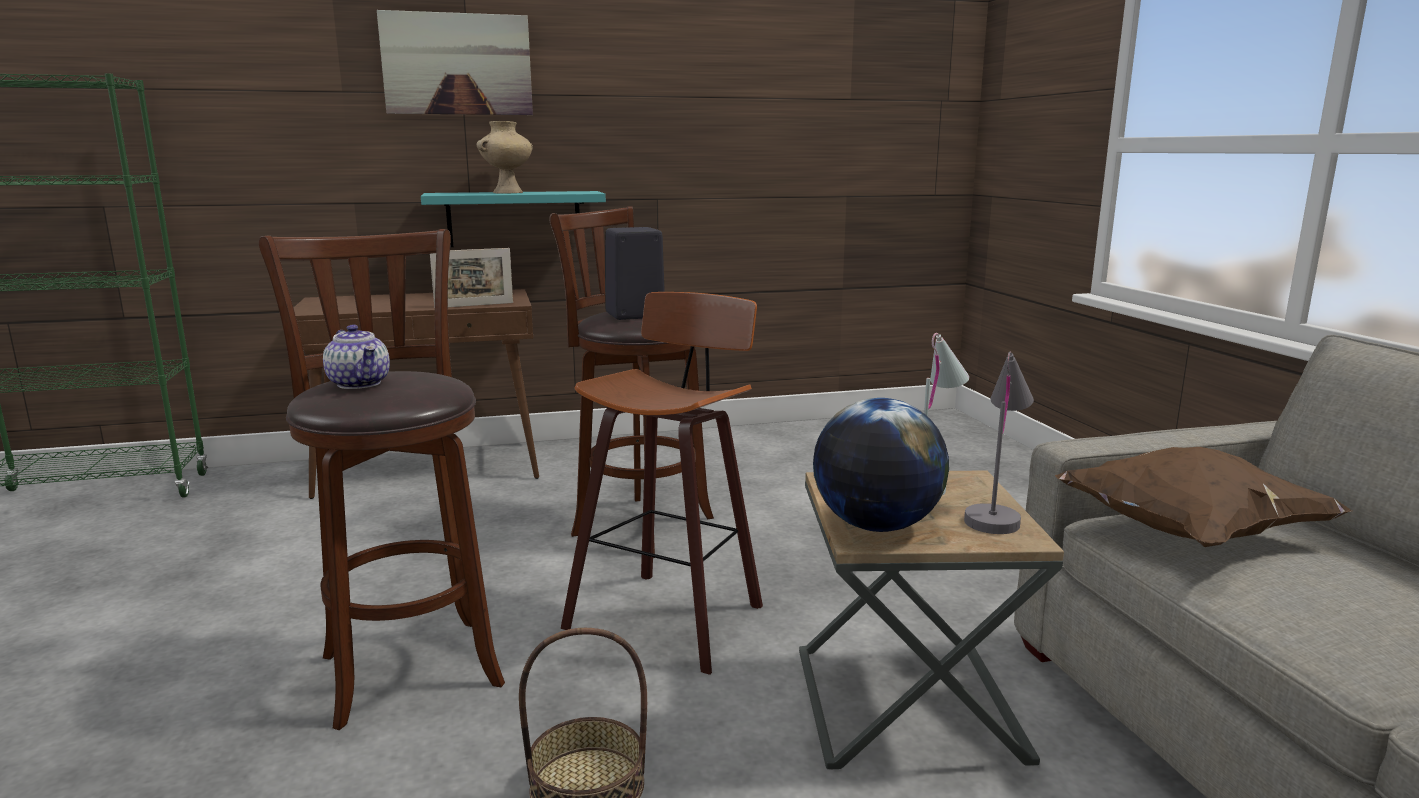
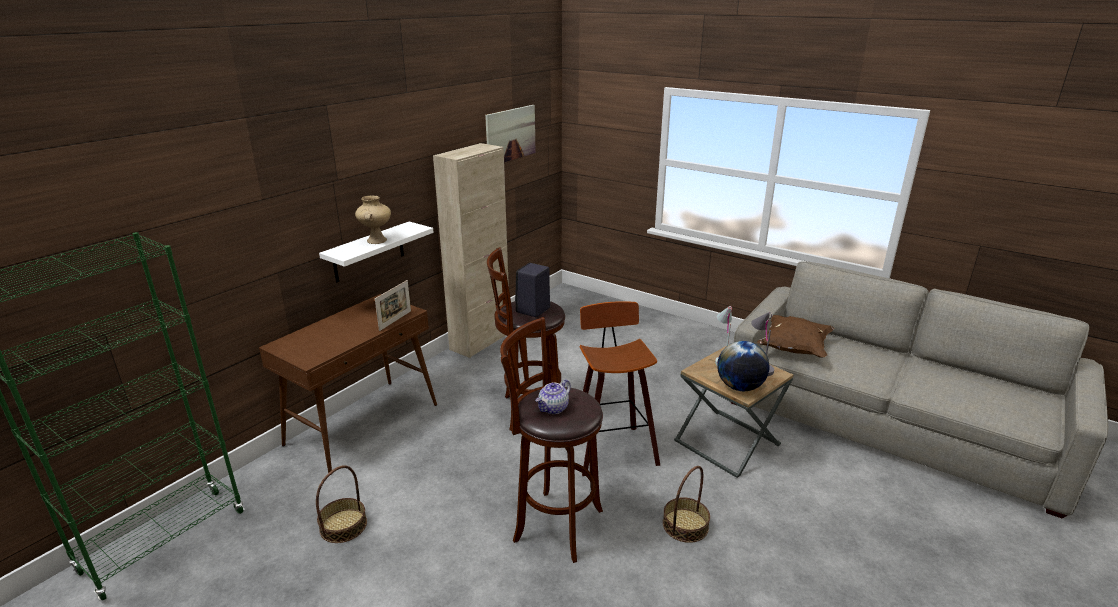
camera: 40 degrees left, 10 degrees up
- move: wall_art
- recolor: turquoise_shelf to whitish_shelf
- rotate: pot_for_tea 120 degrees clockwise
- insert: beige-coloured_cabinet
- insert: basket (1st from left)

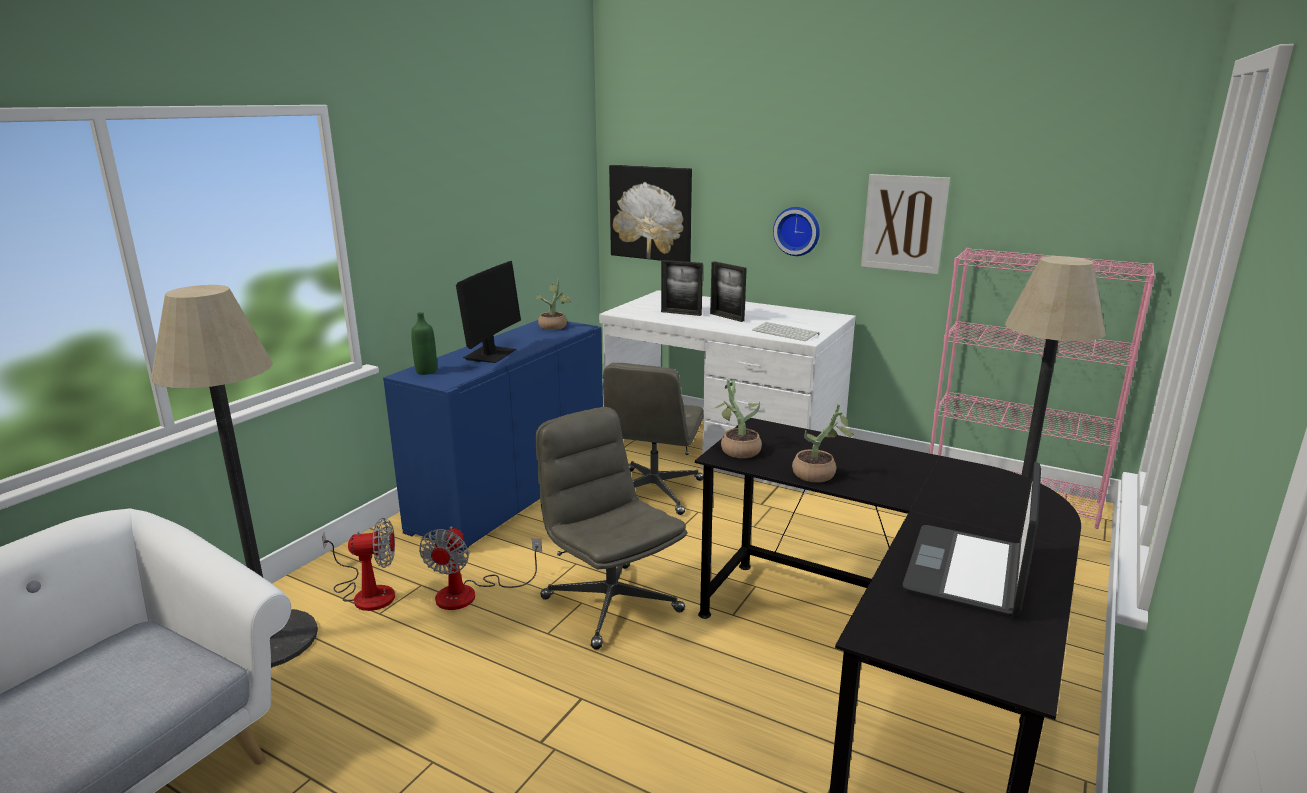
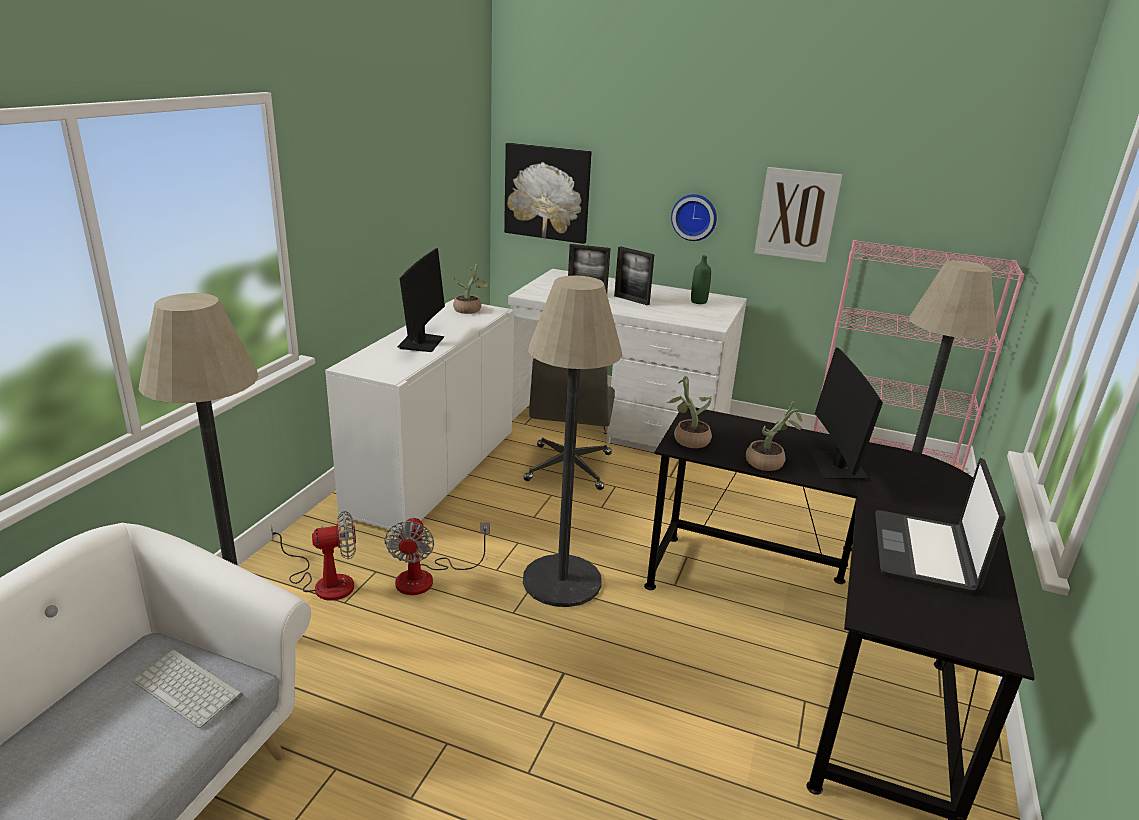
camera: 10 degrees left, 5 degrees up
- move: green_drink_bottle
- recolor: blue-coloured_cabinet to whitish_cabinet
- move: PC_keyboard
- replace: greyish_desk_chair (1st from left) to floor_lamp (2nd from left)
- insert: monitor (2nd from left)

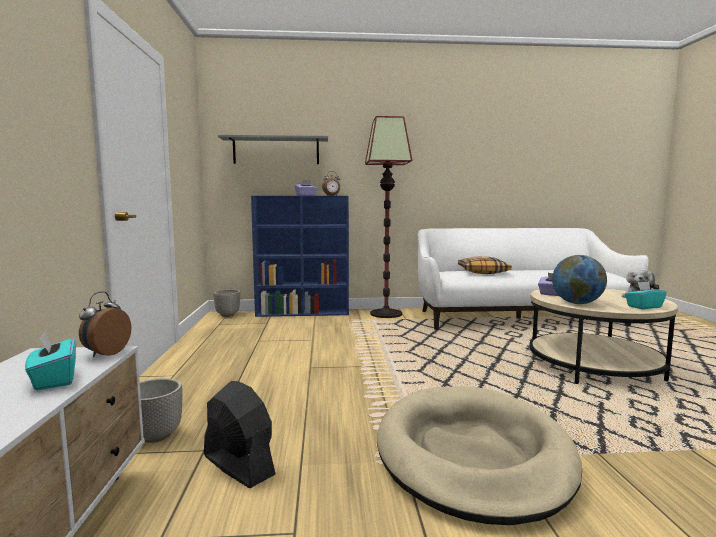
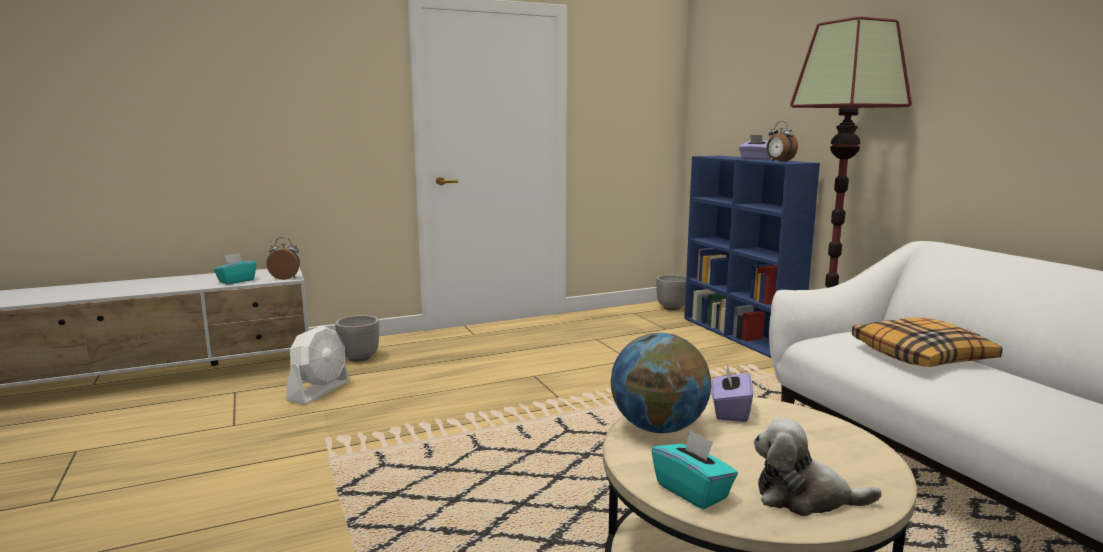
camera: 70 degrees right, 5 degrees up
- delete: greyish_shelf
- recolor: black_fan to whitish_fan
- delete: beige-coloured_pet_bed

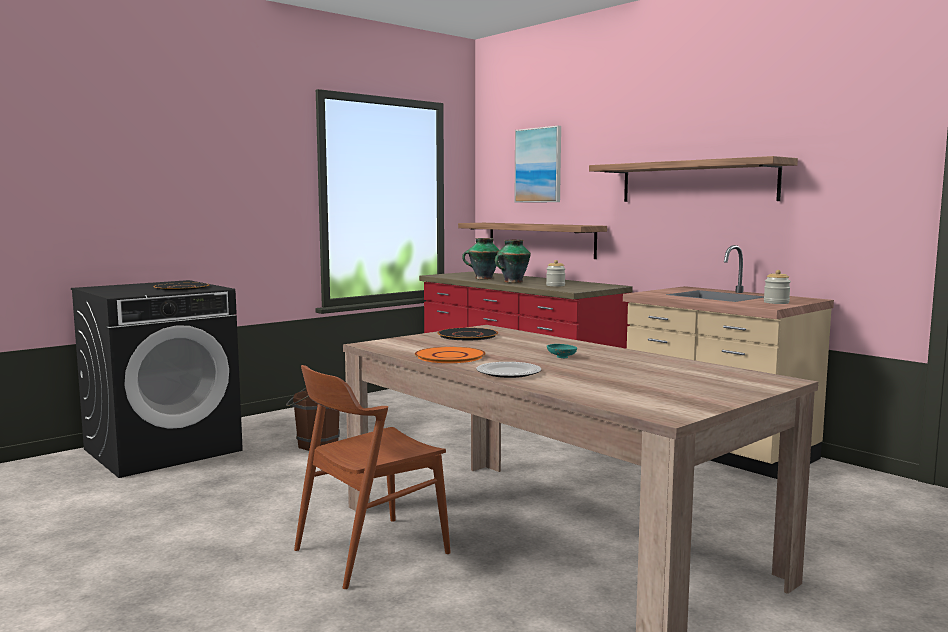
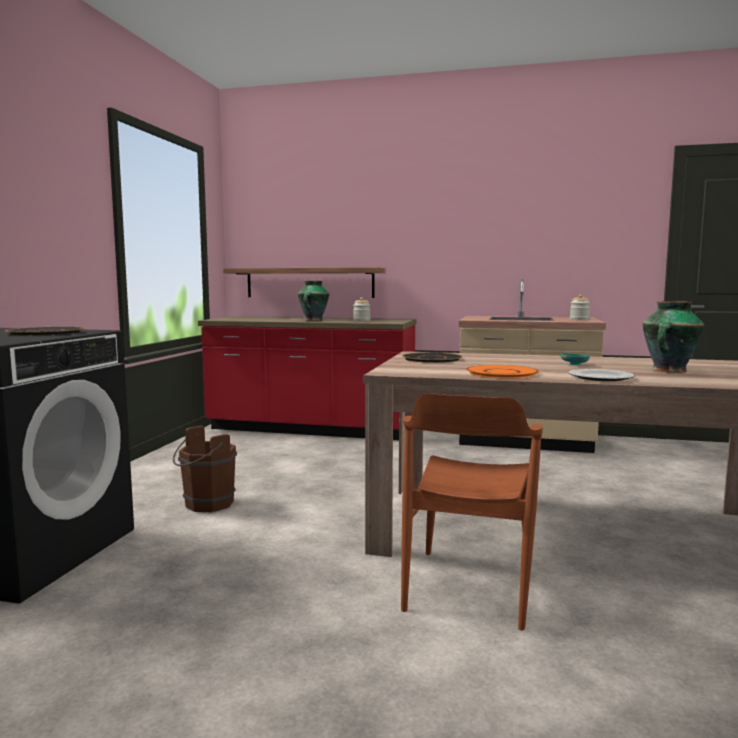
camera: 35 degrees left, 0 degrees up
- delete: wall_art
- delete: shelf (2nd from left)
- move: flower_vase (1st from left in the first image) to flower_vase (2nd from left)

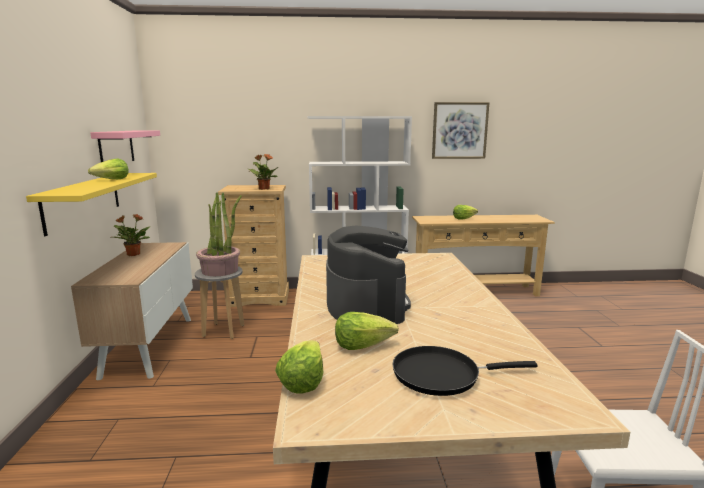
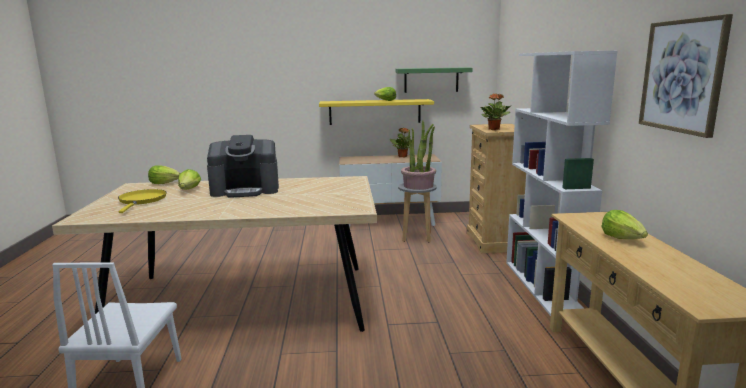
camera: 90 degrees right, 0 degrees up
- recolor: pink_shelf to green_shelf
- recolor: black_skillet to yellow_skillet

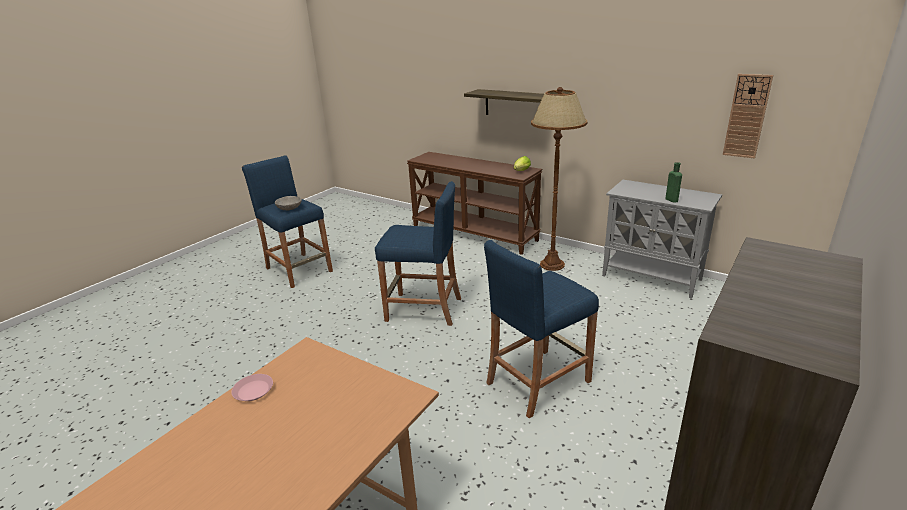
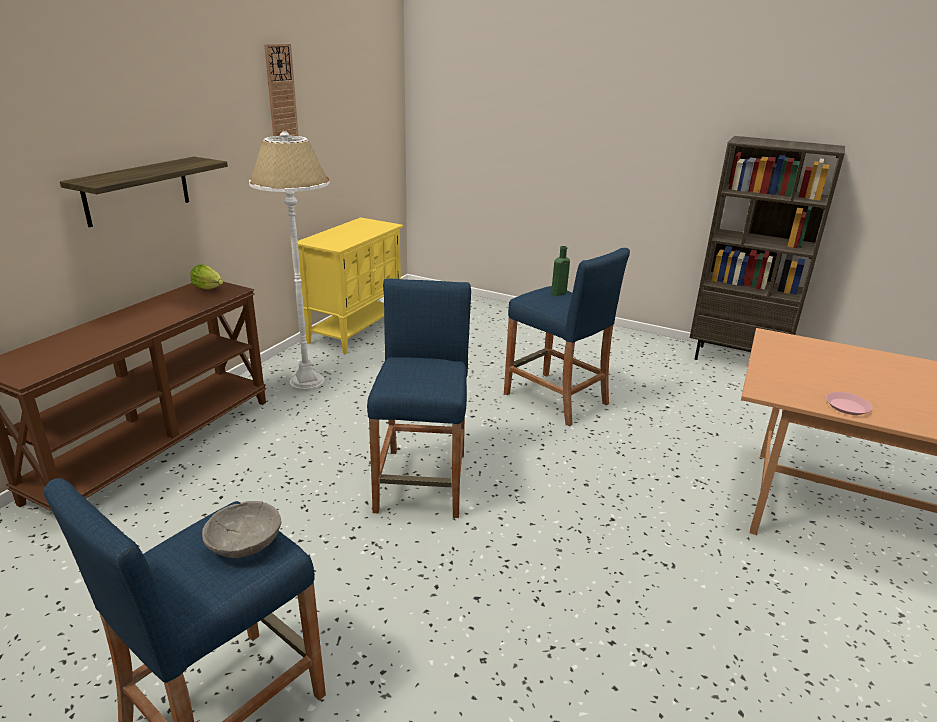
camera: 100 degrees left, 0 degrees up
- move: clock_on_the_wall
- recolor: brown_floor_lamp to whitish_floor_lamp
- move: green_drink_bottle
- recolor: greyish_cabinet to yellow_cabinet

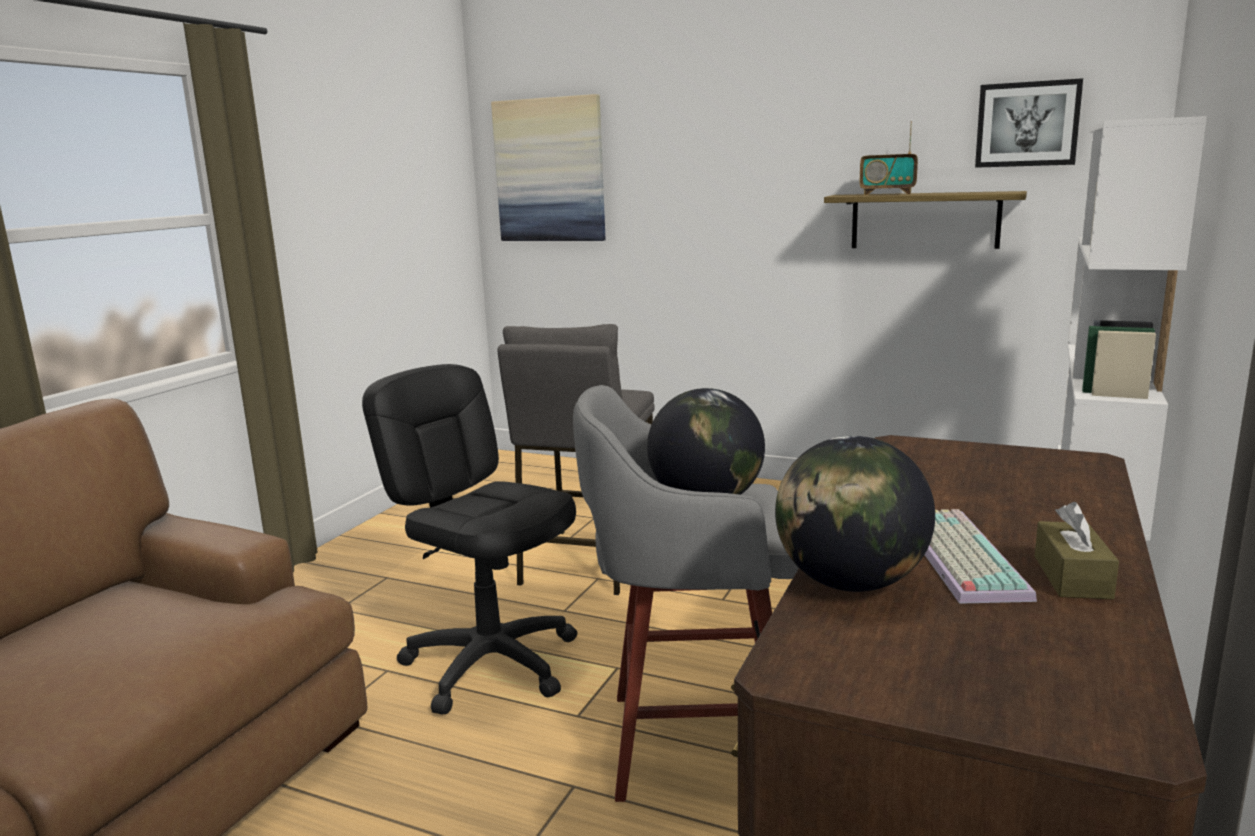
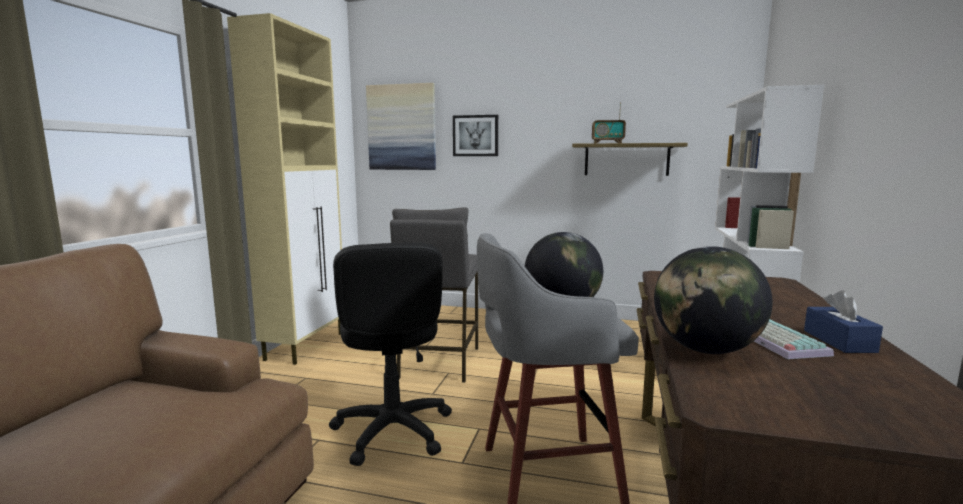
camera: 10 degrees left, 5 degrees down
- move: wall_art (2nd from left)
- rotate: black_desk_chair 135 degrees counterclockwise
- recolor: brown_tissue_holder to blue-coloured_tissue_holder
- insert: beige-coloured_cabinet

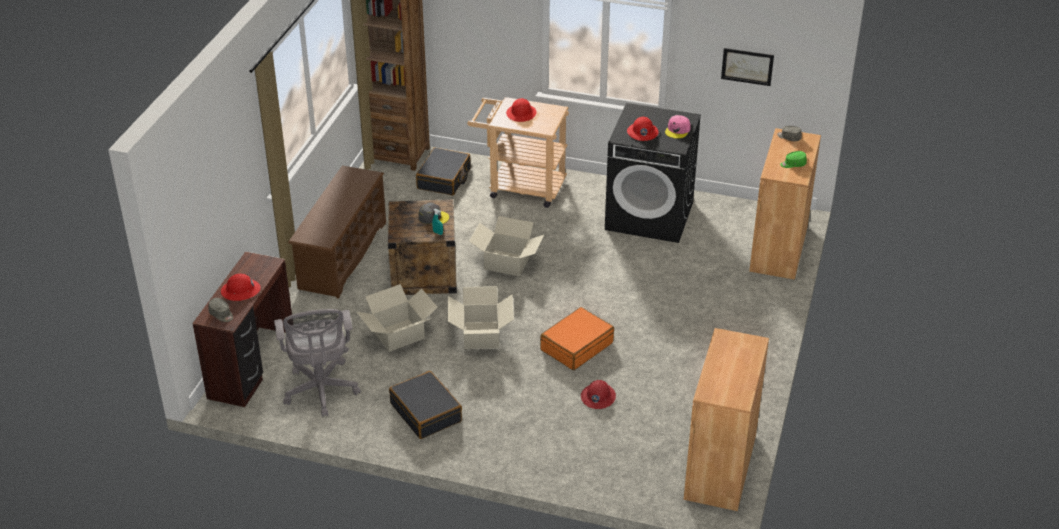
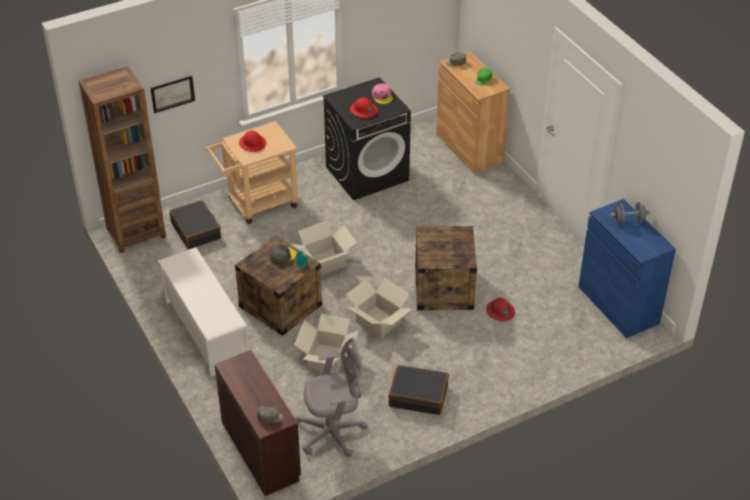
camera: 45 degrees left, 5 degrees up
- move: wall_art
- recolor: brown_shoe_rack to whitish_shoe_rack
- delete: reddish_work_helmet (1st from left)
- replace: orange-coloured_piece_of_luggage to shipping_crate (2nd from left)
- rotate: greyish_desk_chair 45 degrees counterclockwise
- recolor: brown_cabinet (1st from left) to blue-coloured_cabinet
- insert: greyish_free_weight

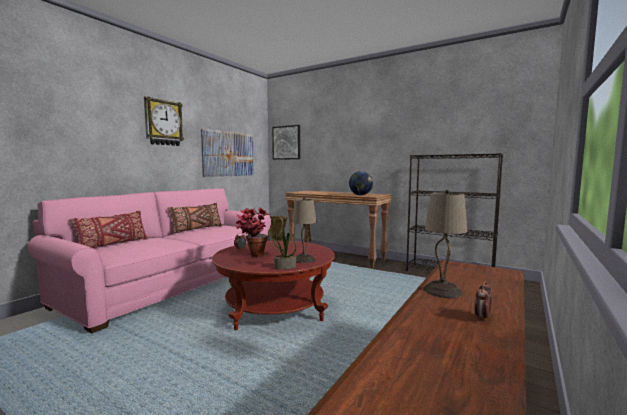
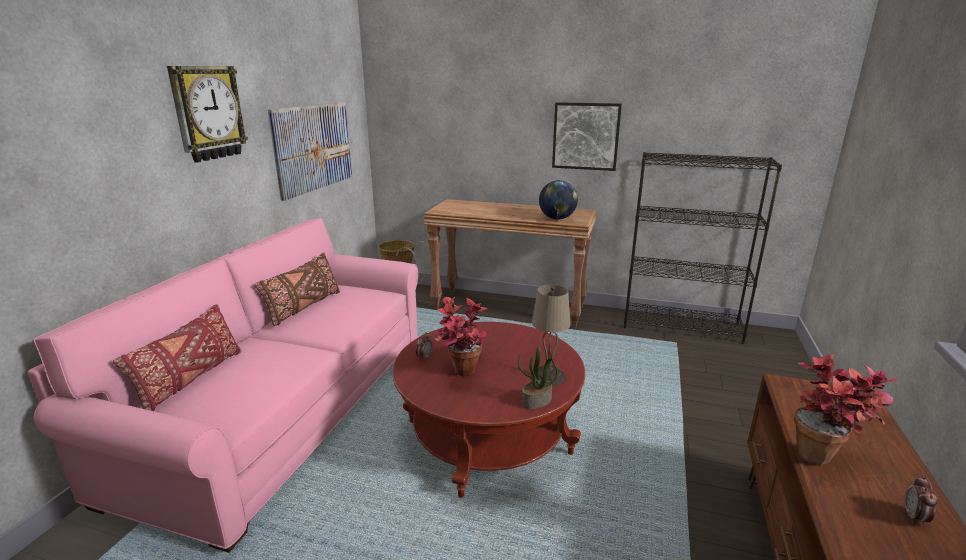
camera: 15 degrees left, 15 degrees up
- move: wall_art (2nd from left)
- replace: beige-coloured_tabletop_lamp (2nd from left) to potted_plant (3rd from left)

